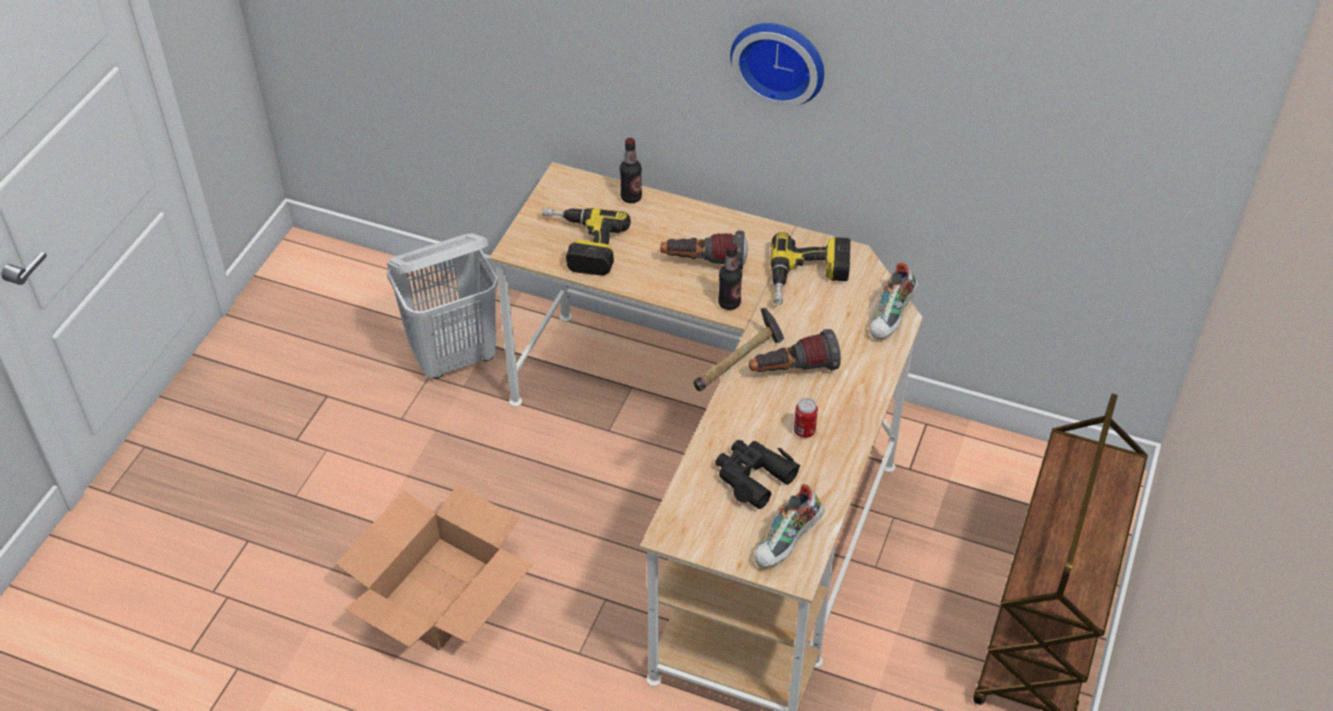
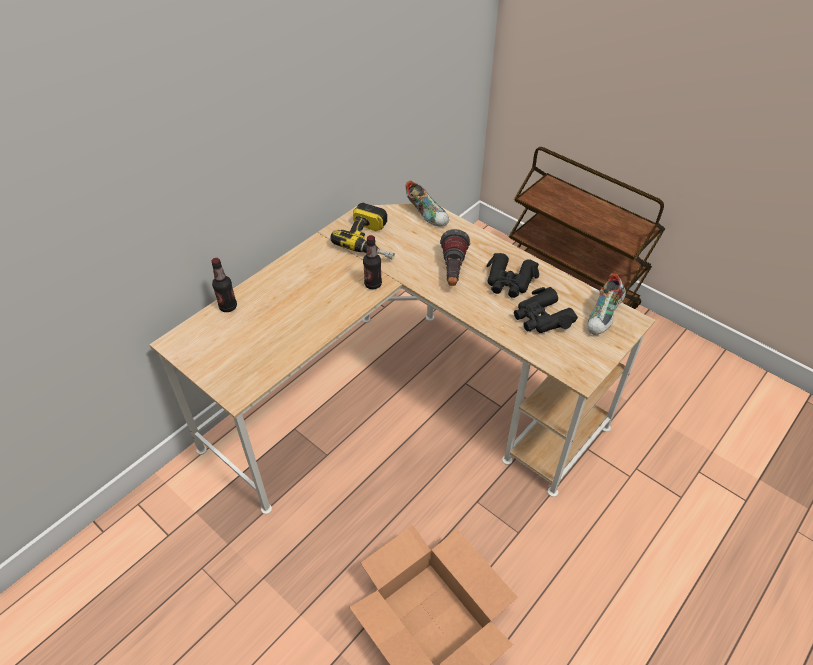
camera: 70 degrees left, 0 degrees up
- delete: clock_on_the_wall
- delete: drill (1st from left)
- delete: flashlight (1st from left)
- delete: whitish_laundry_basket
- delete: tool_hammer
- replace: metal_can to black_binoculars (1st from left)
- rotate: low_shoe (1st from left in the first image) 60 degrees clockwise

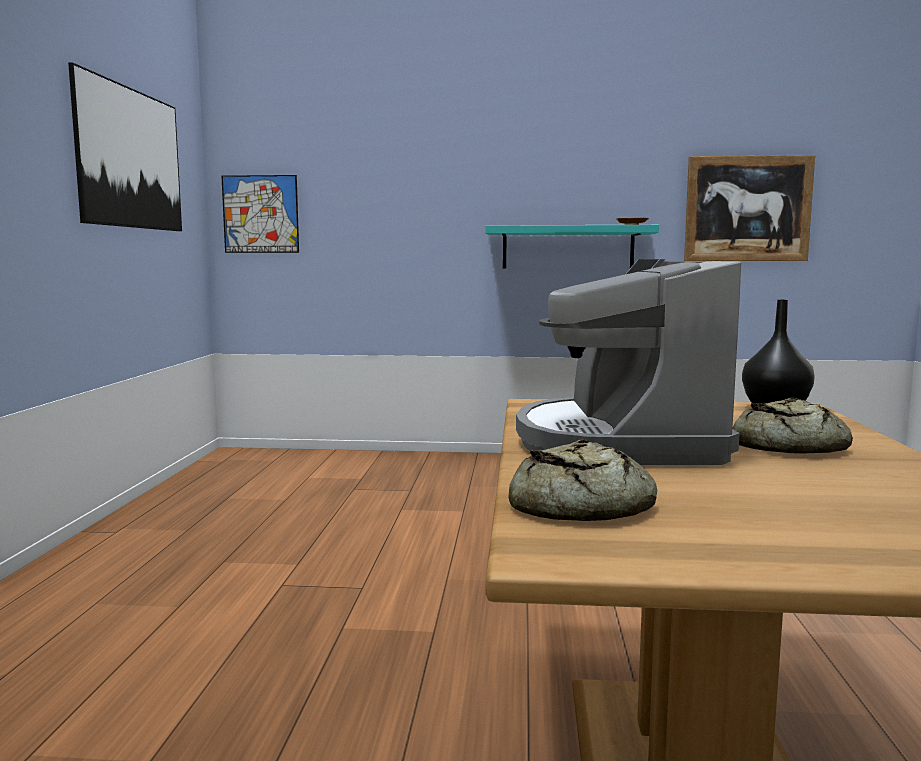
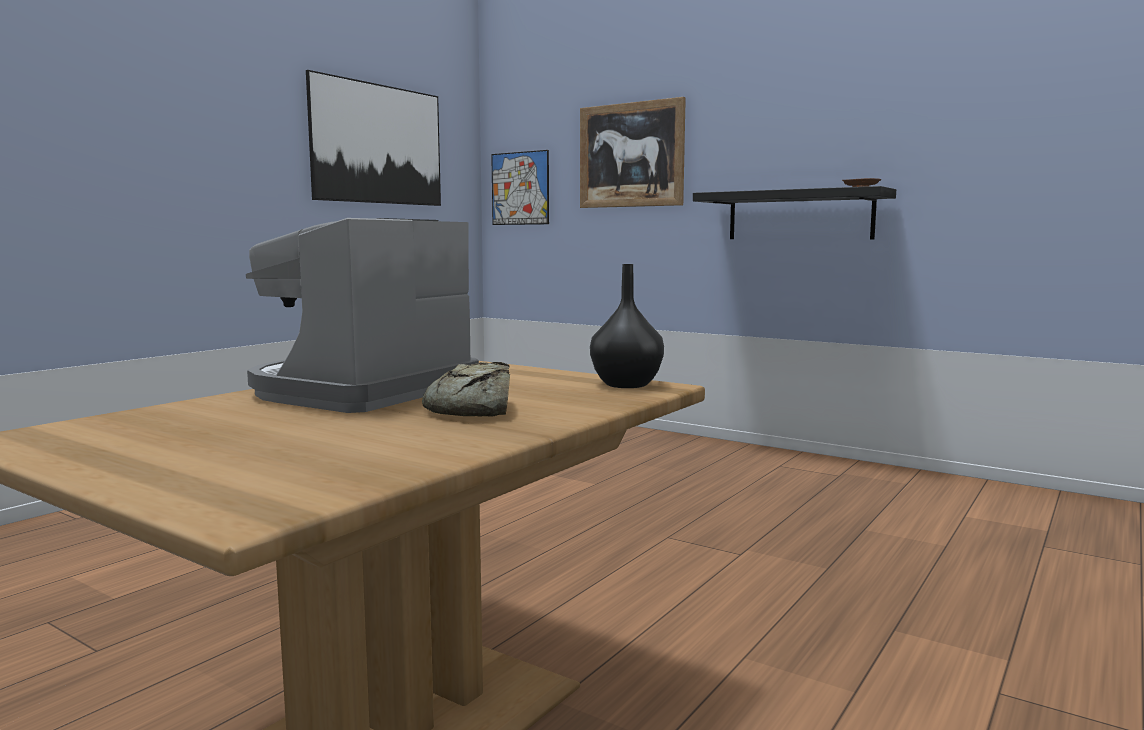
camera: 30 degrees right, 0 degrees up
- move: wall_art (3rd from left)
- recolor: turquoise_shelf to black_shelf
- delete: baked_bread (1st from left)

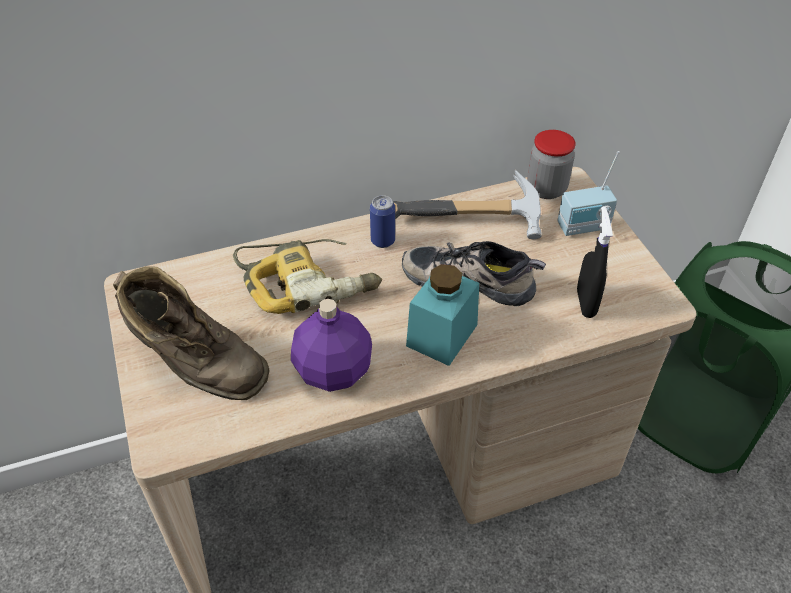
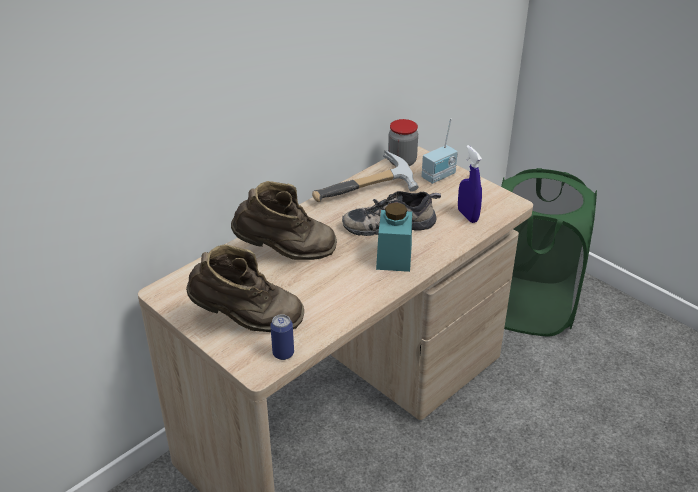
camera: 25 degrees left, 10 degrees down
- move: metal_can
- recolor: black_hand_sprayer to blue-coloured_hand_sprayer
- replace: drill to brown_tall_boot (2nd from left)
- delete: purple-coloured_drink_bottle

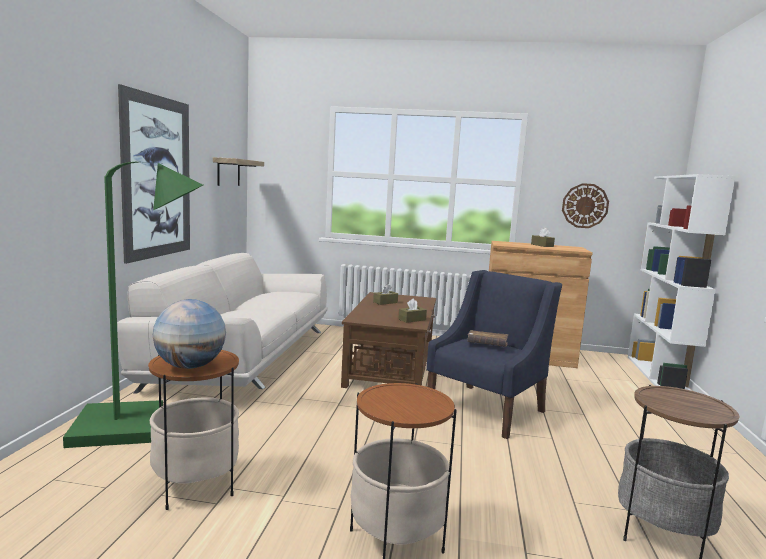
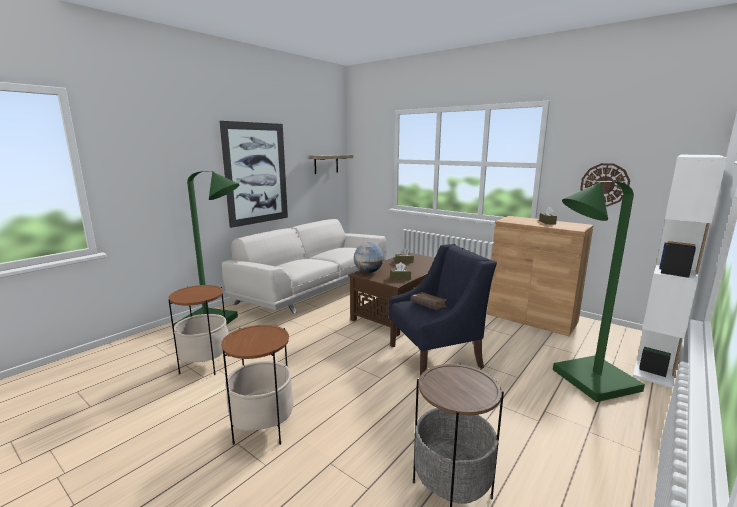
camera: 30 degrees right, 5 degrees up
- move: desk_globe
- insert: green_floor_lamp (2nd from left)

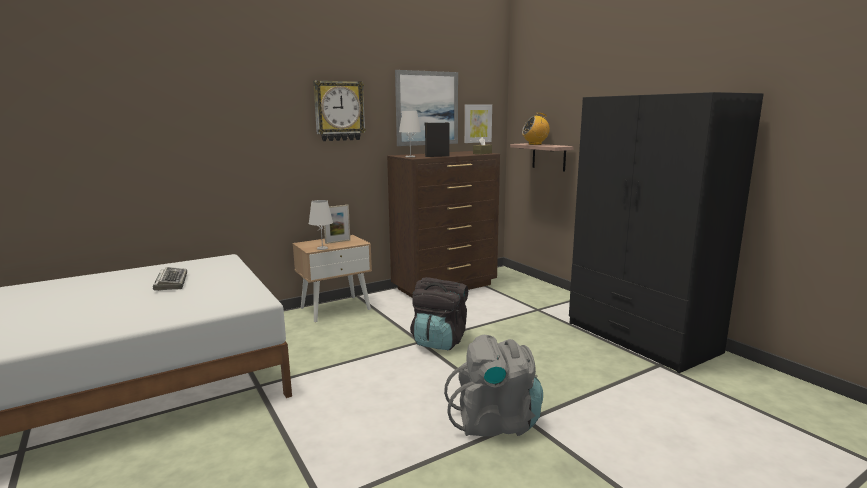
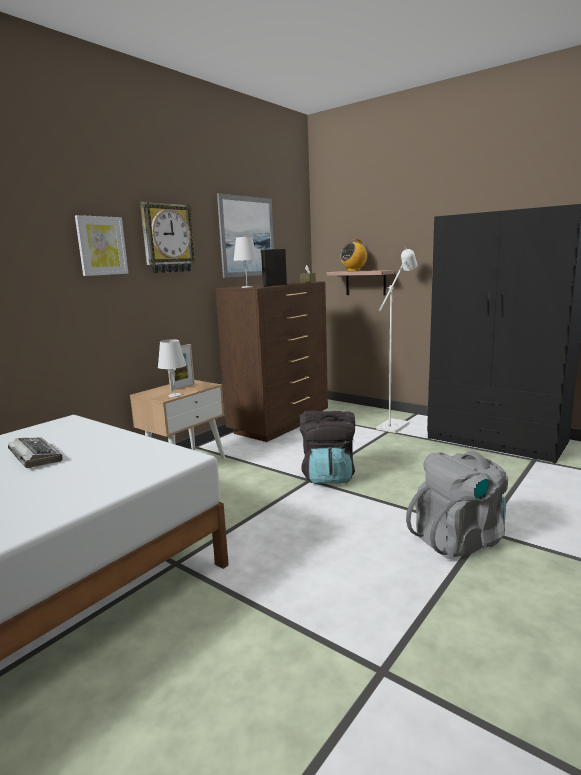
camera: 20 degrees left, 0 degrees up
- move: wall_art (2nd from left in the first image) to wall_art (1st from left)
- insert: whitish_floor_lamp

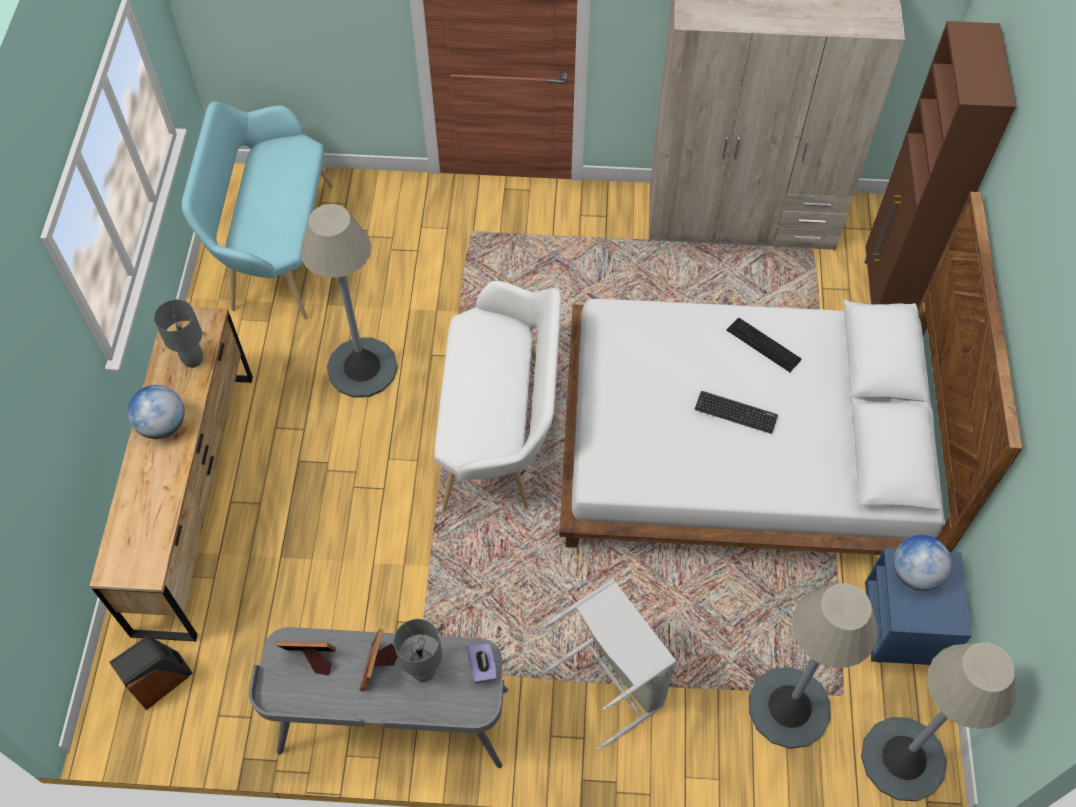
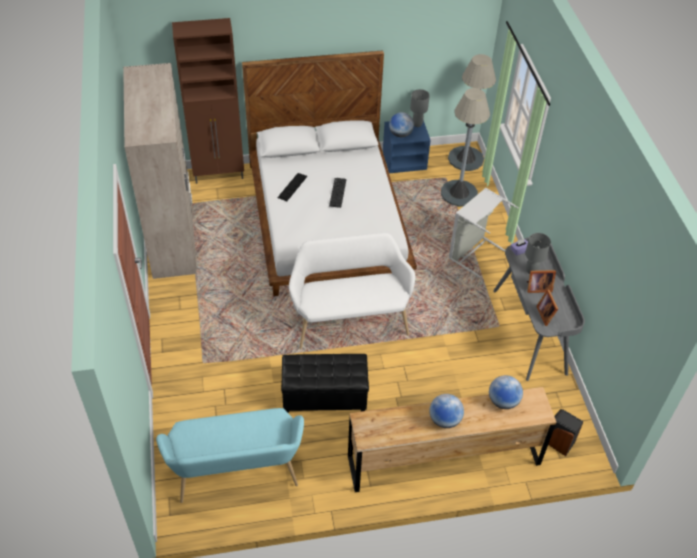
camera: 105 degrees left, 10 degrees down
- replace: greyish_floor_lamp (1st from left) to black_ottoman
- move: greyish_tabletop_lamp (1st from left)
- insert: desk_globe (3rd from left)

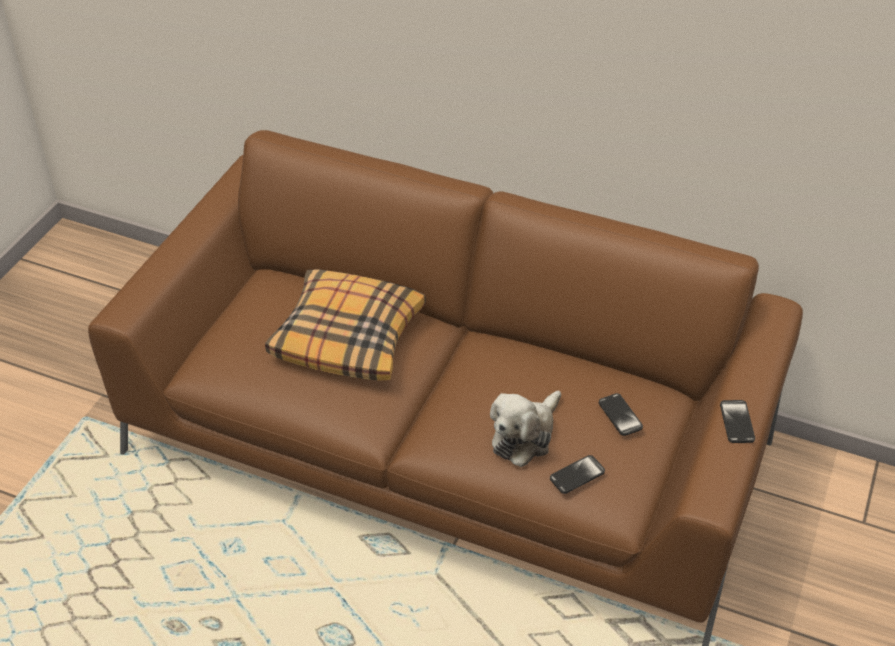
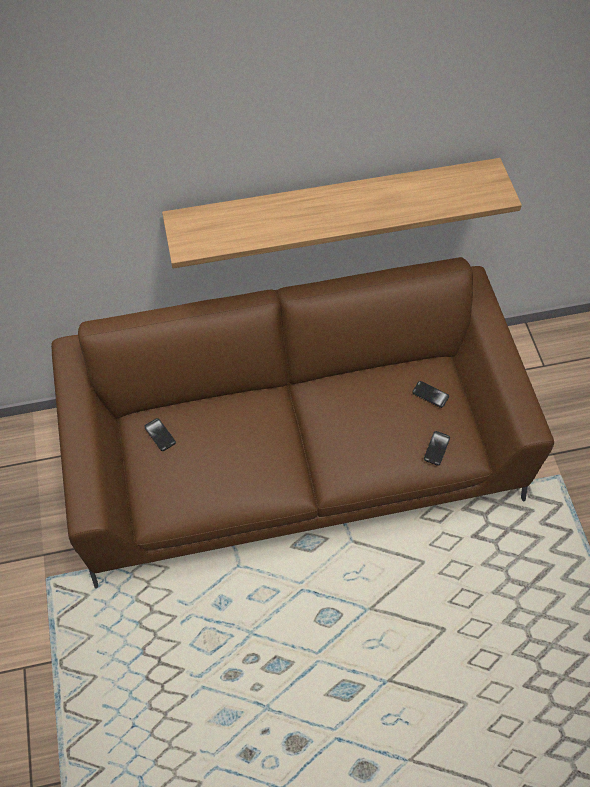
camera: 35 degrees left, 15 degrees up
- delete: cushion
- delete: cuddly_toy
- move: phone (3rd from left in the first image) to phone (1st from left)
- insert: shelf

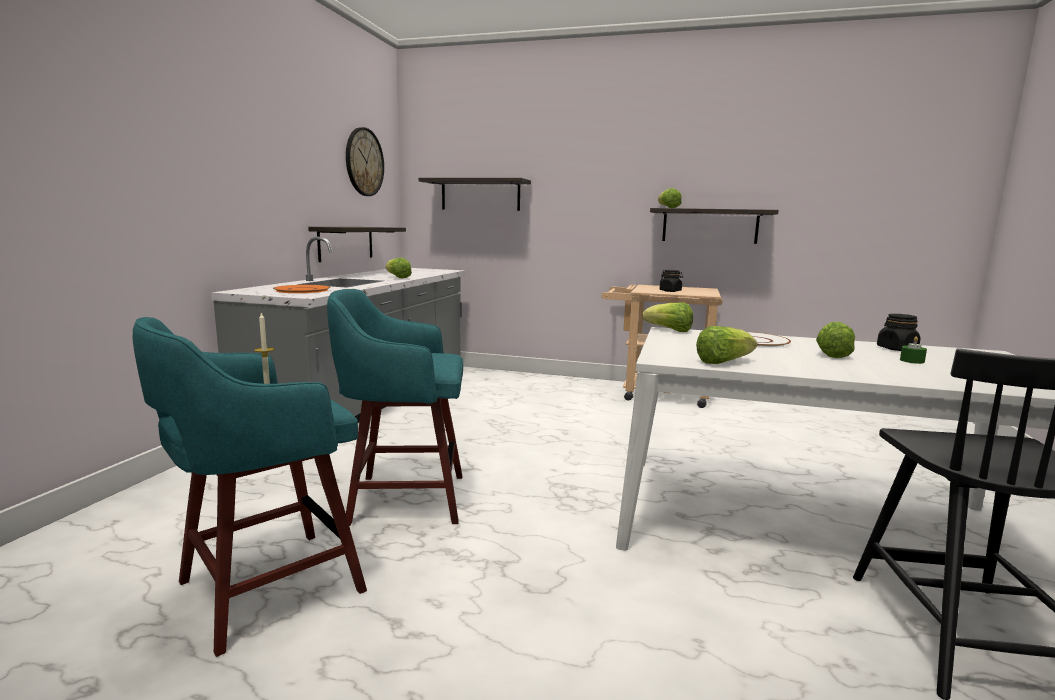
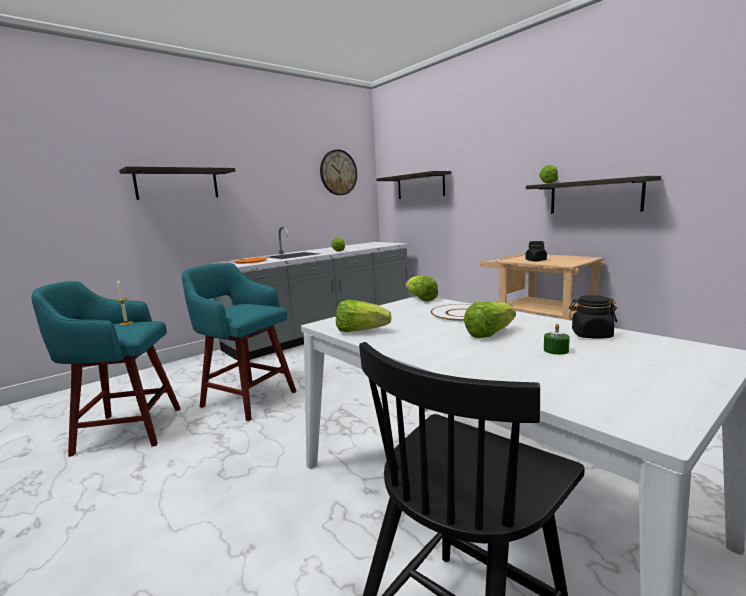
camera: 35 degrees right, 0 degrees up
- move: shelf (1st from left)

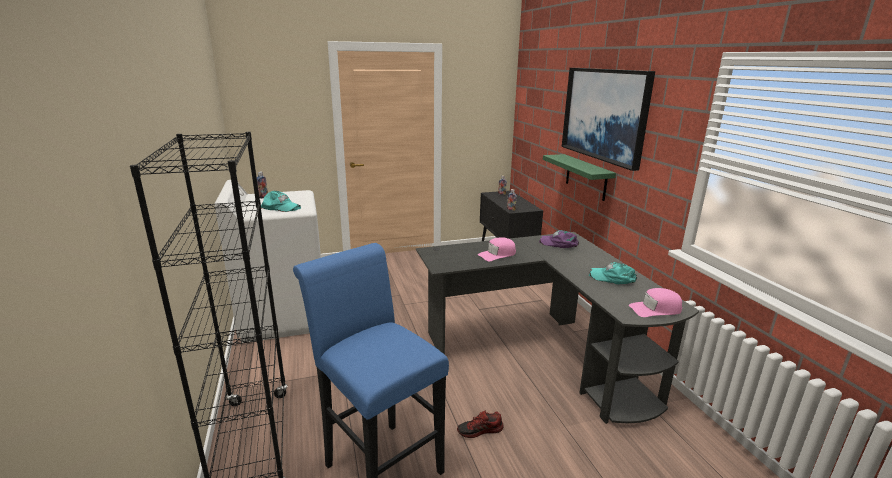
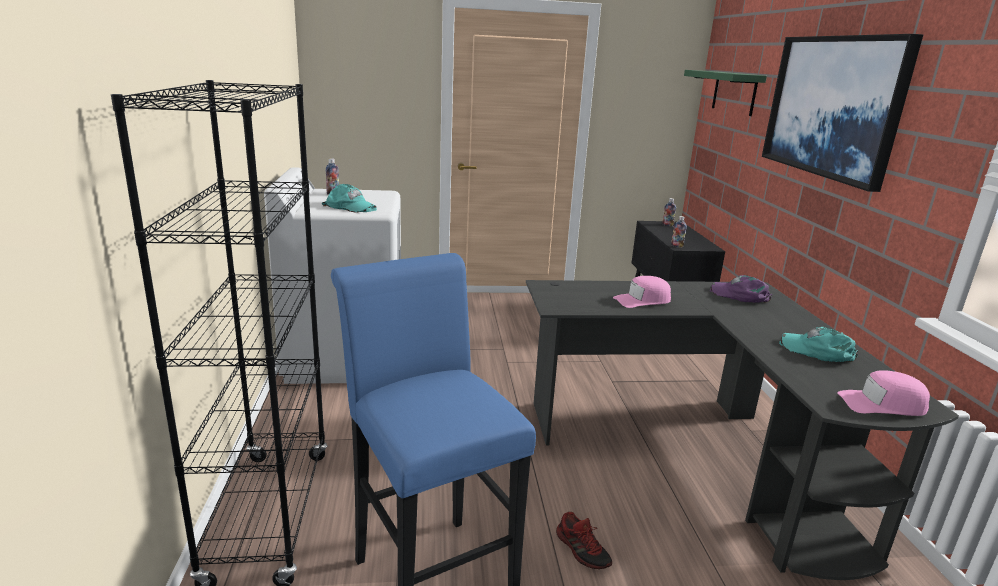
camera: 10 degrees right, 0 degrees up
- move: green_shelf
- rotate: low_shoe 120 degrees counterclockwise

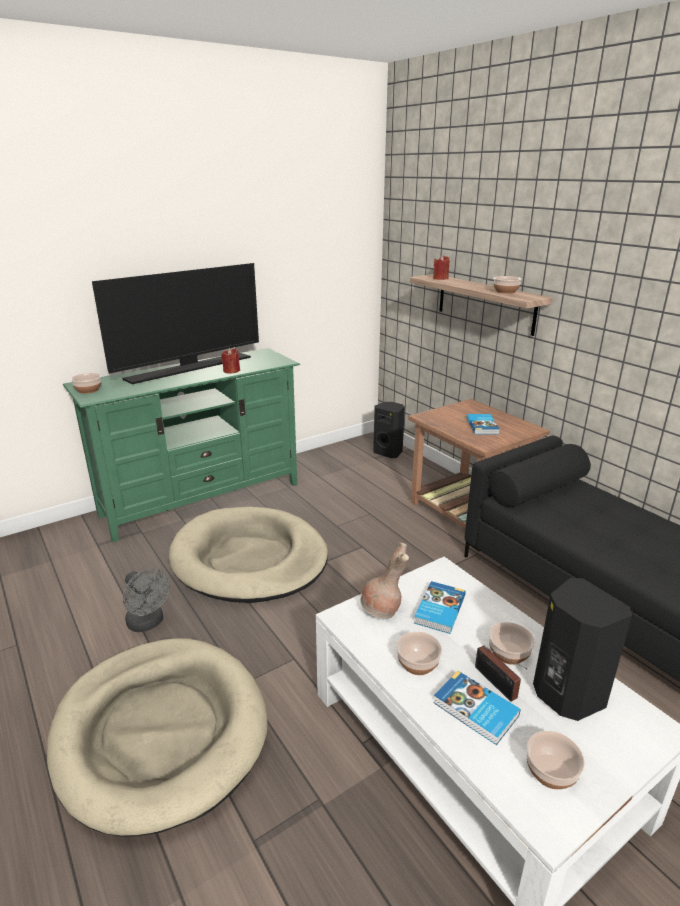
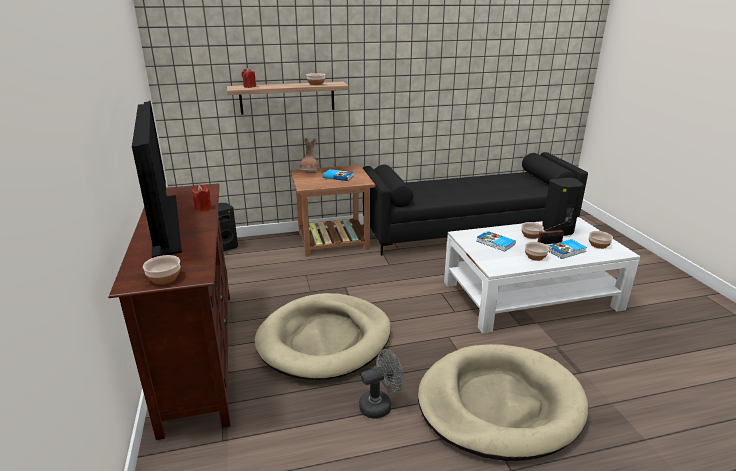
camera: 70 degrees left, 0 degrees up
- recolor: green_media_console to brown_media_console
- move: brown_flower_vase

